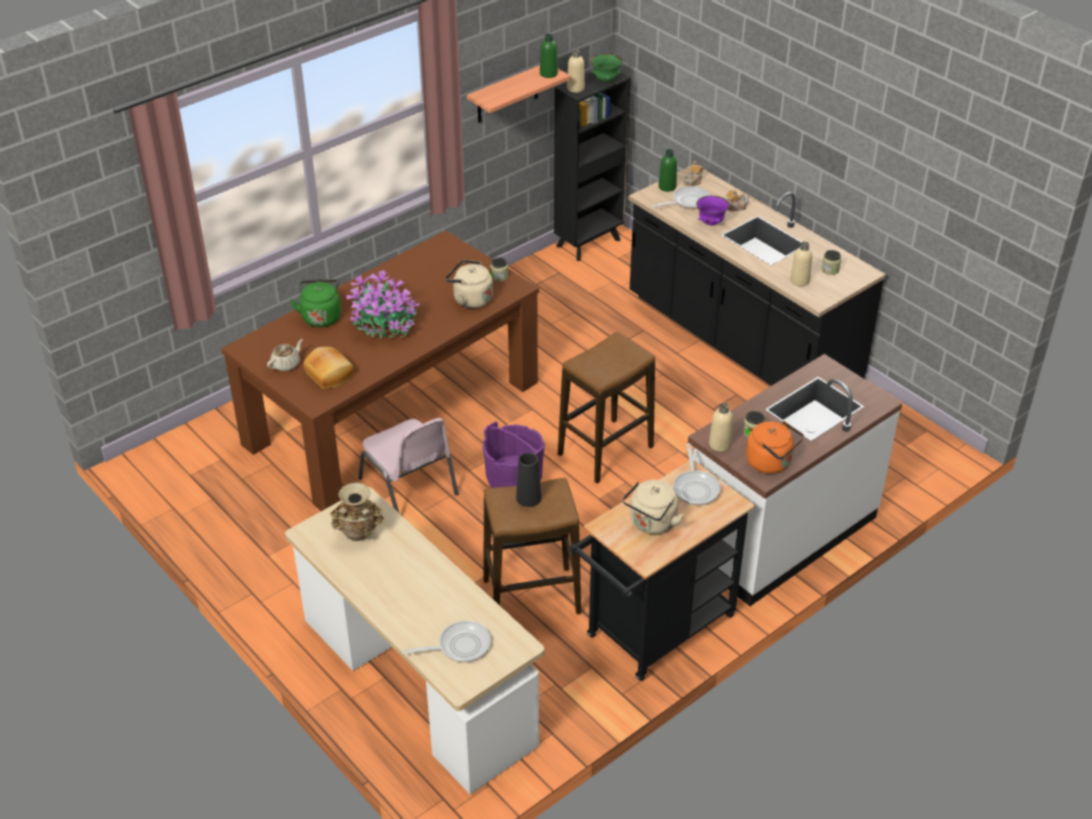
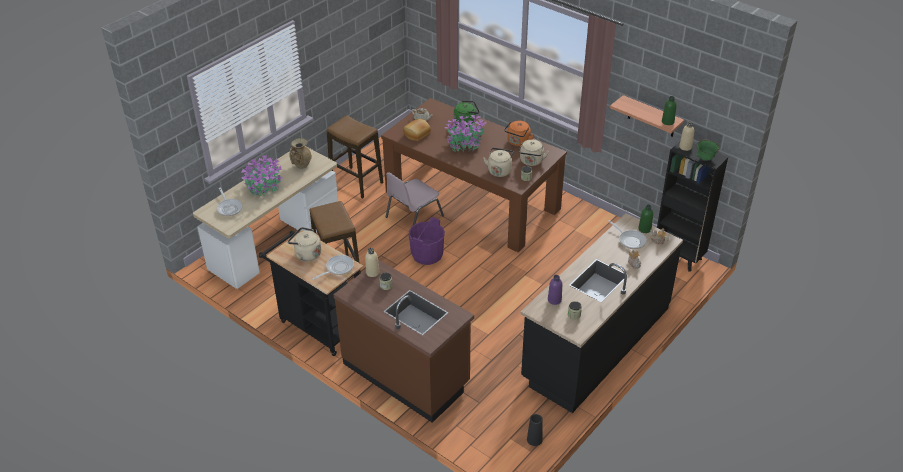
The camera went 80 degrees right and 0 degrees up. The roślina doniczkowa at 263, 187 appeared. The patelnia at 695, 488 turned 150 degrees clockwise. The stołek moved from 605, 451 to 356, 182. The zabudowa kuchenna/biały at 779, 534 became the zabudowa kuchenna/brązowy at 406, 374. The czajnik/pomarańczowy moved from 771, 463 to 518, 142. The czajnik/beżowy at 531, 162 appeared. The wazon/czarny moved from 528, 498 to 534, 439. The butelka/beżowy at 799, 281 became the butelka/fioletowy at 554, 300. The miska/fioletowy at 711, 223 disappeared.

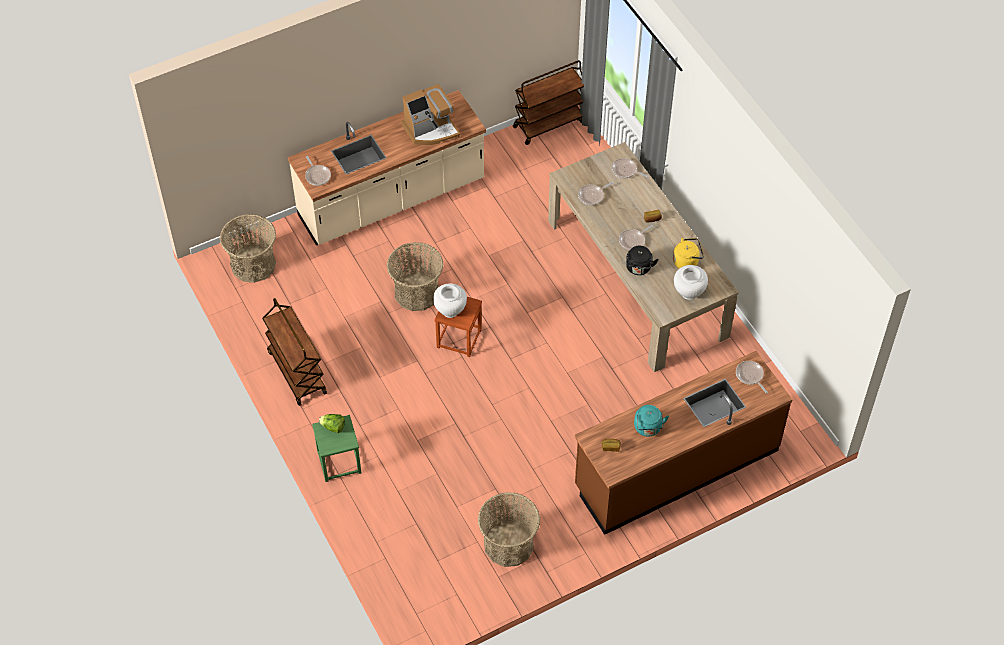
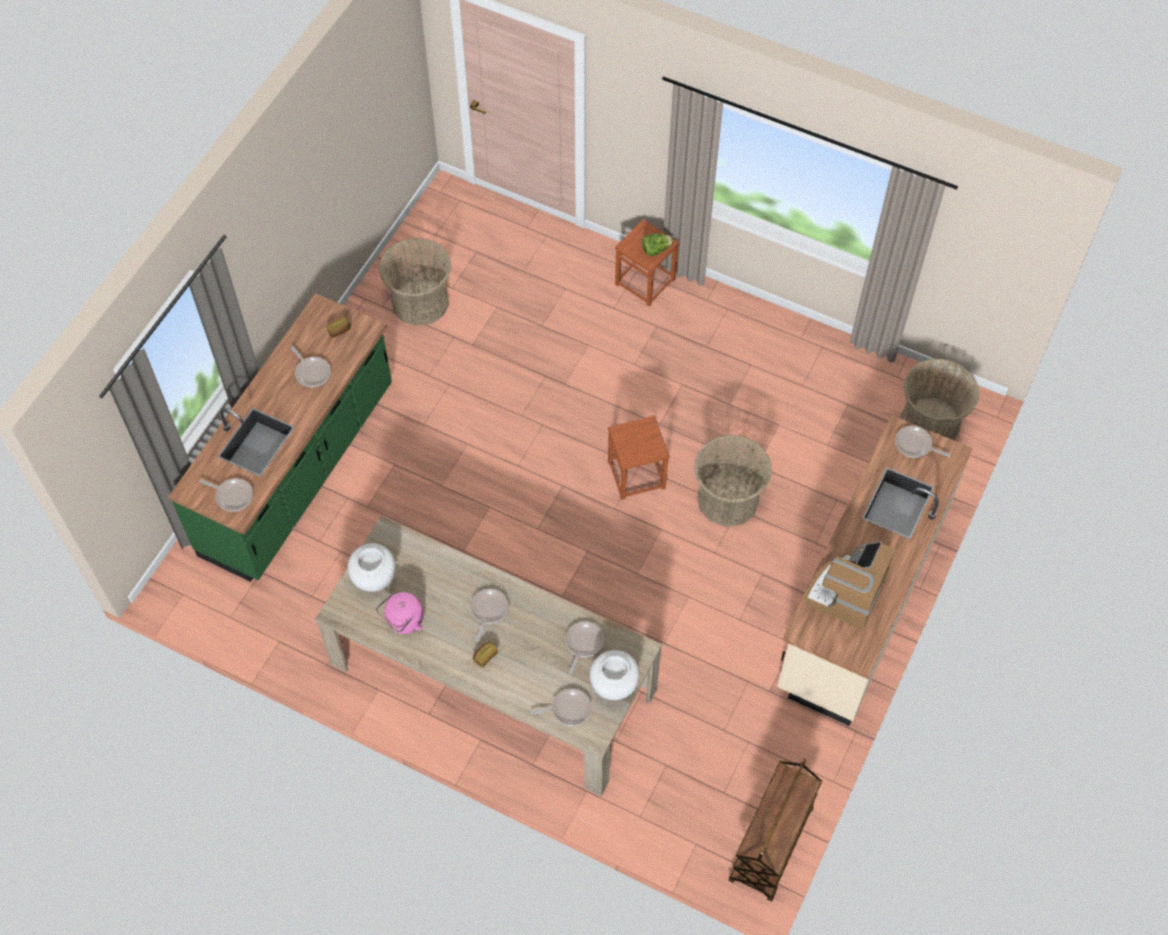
The camera went 145 degrees right and 5 degrees up. The zabudowa kuchenna/brązowy at 676, 468 became the zabudowa kuchenna/zielony at 299, 471. The czajnik/turkusowy at 648, 428 was replaced by the patelnia at 312, 372. The czajnik/żółty at 687, 261 became the czajnik/różowy at 403, 622. The wazon/biały moved from 450, 311 to 613, 686. The stołek/zielony at 338, 462 became the stołek/brązowy at 645, 281. The wózek/brązowy at 296, 372 disappeared. The czajnik/czarny at 638, 268 disappeared.

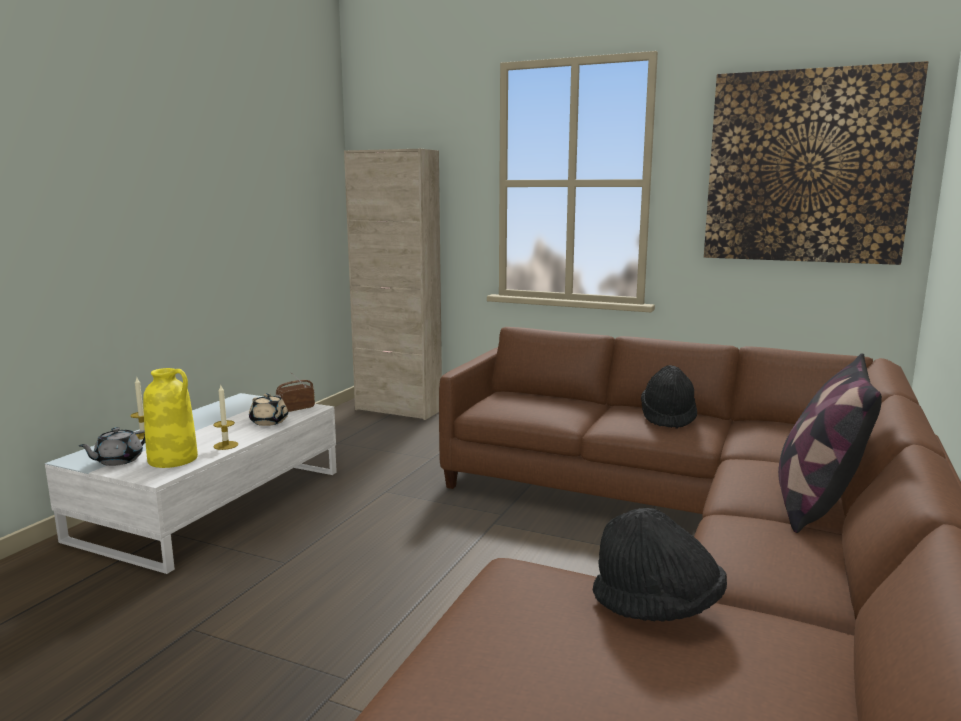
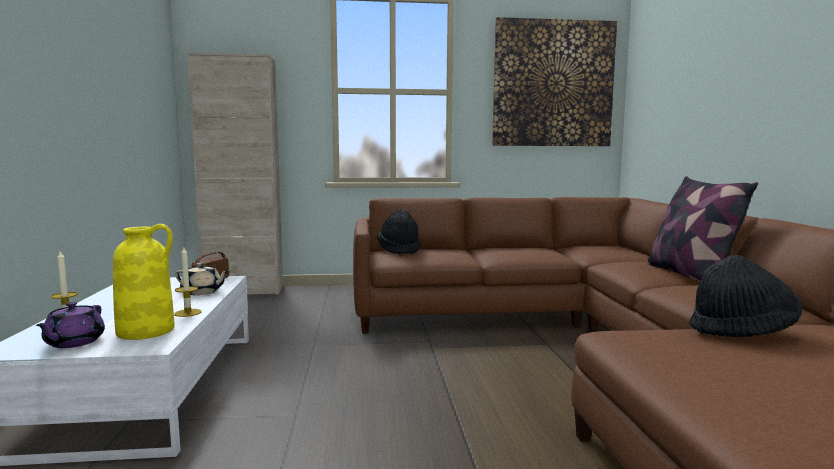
The camera went 30 degrees left and 5 degrees down. The imbryk/szary at 118, 461 became the imbryk/fioletowy at 73, 342. The kapelusz/czarny moved from 668, 418 to 399, 250.

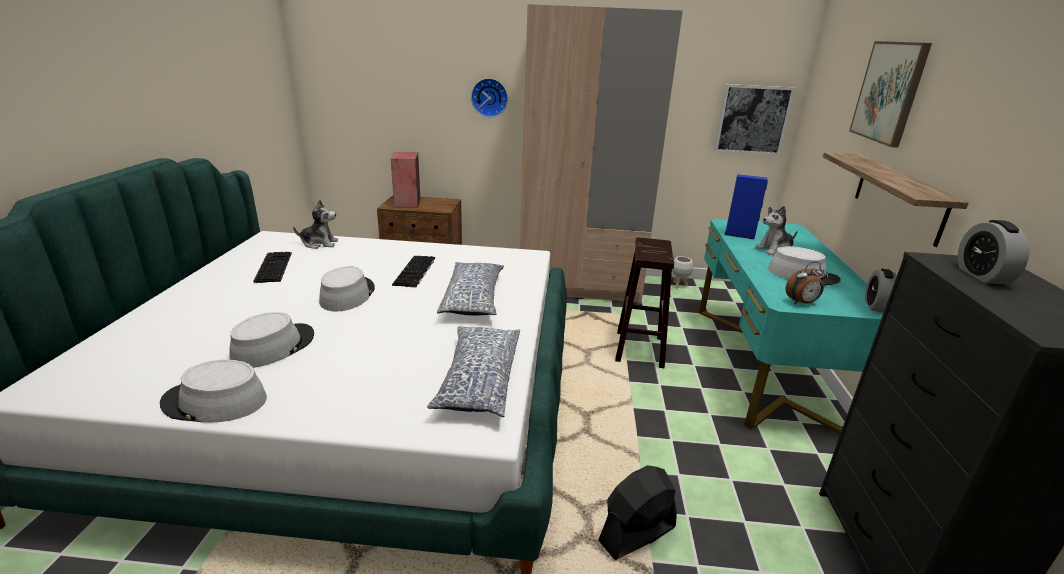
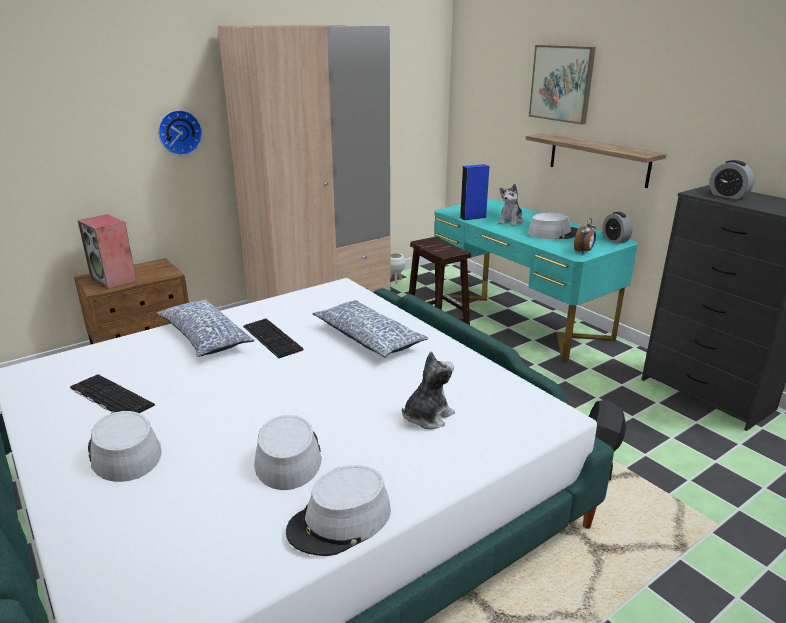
The camera went 40 degrees left and 0 degrees up. The kapelusz/szary moved from 347, 295 to 123, 452. The poduszka moved from 478, 380 to 204, 338. The pluszak moved from 319, 243 to 427, 417. The obraz at 752, 119 disappeared.

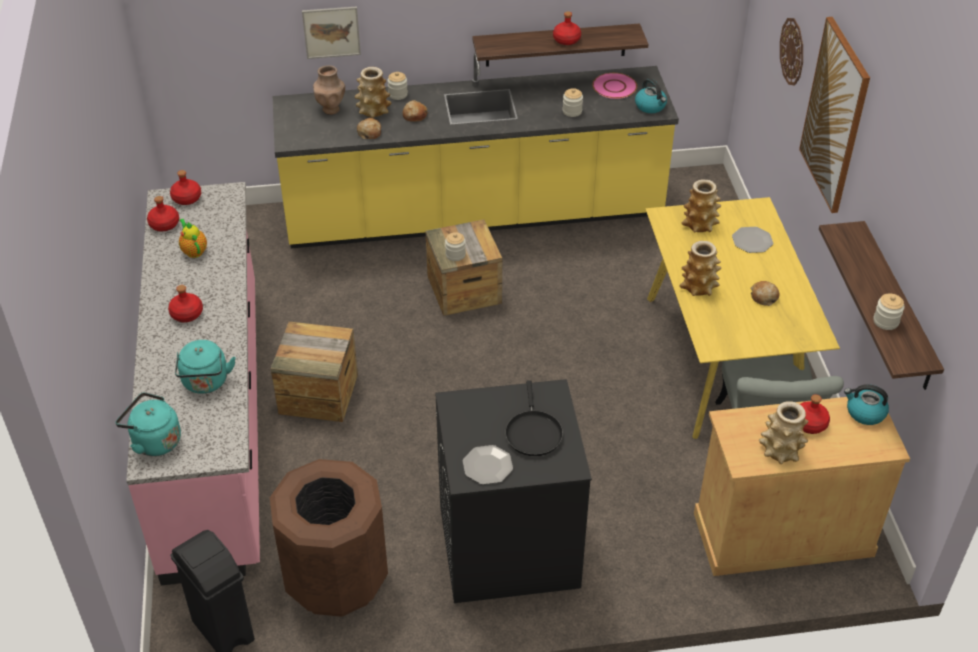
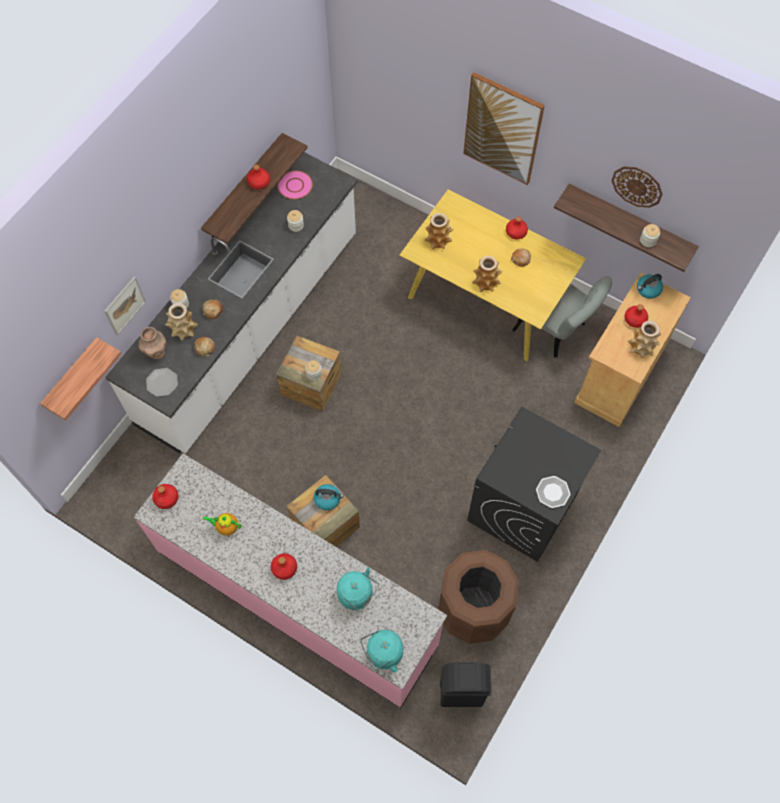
The camera went 50 degrees left and 20 degrees up. The półka at 73, 377 appeared. The zabudowa kuchenna/żółty at 474, 215 became the zabudowa kuchenna/biały at 251, 329. The talerz moved from 752, 241 to 162, 382. The czajnik moved from 651, 106 to 328, 499. The butelka/czerwony moved from 164, 224 to 516, 232. The zegar ścienny moved from 792, 51 to 637, 186. The patelnia/czarny at 533, 432 disappeared.

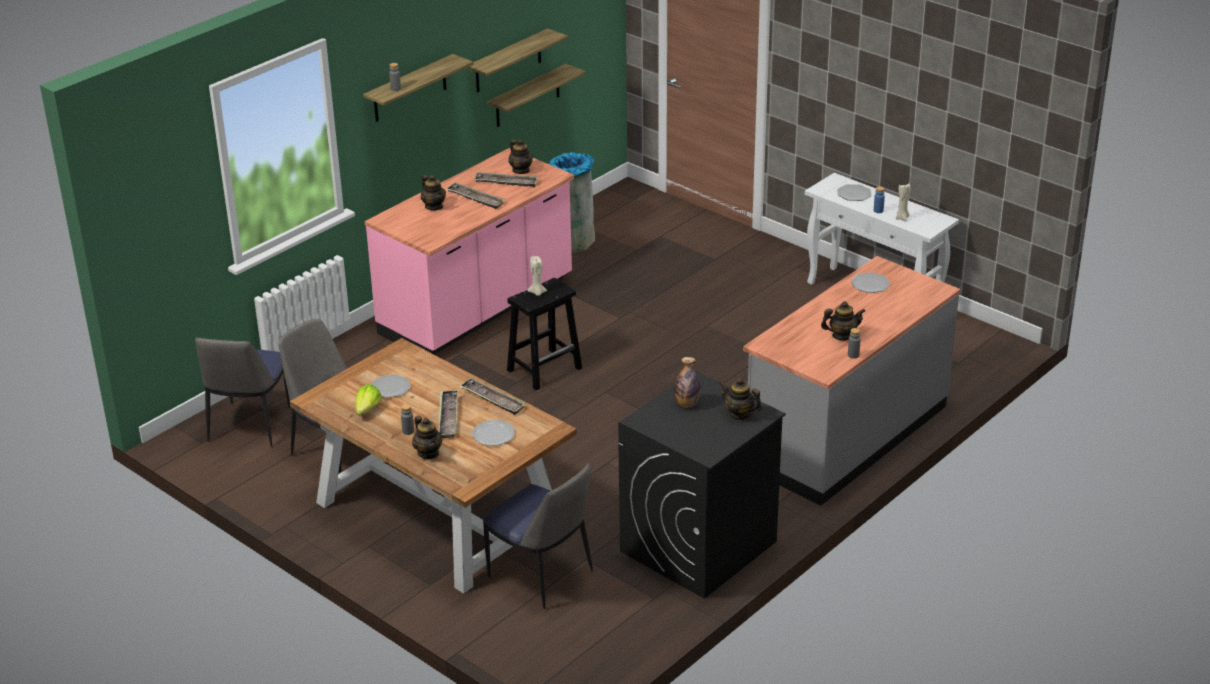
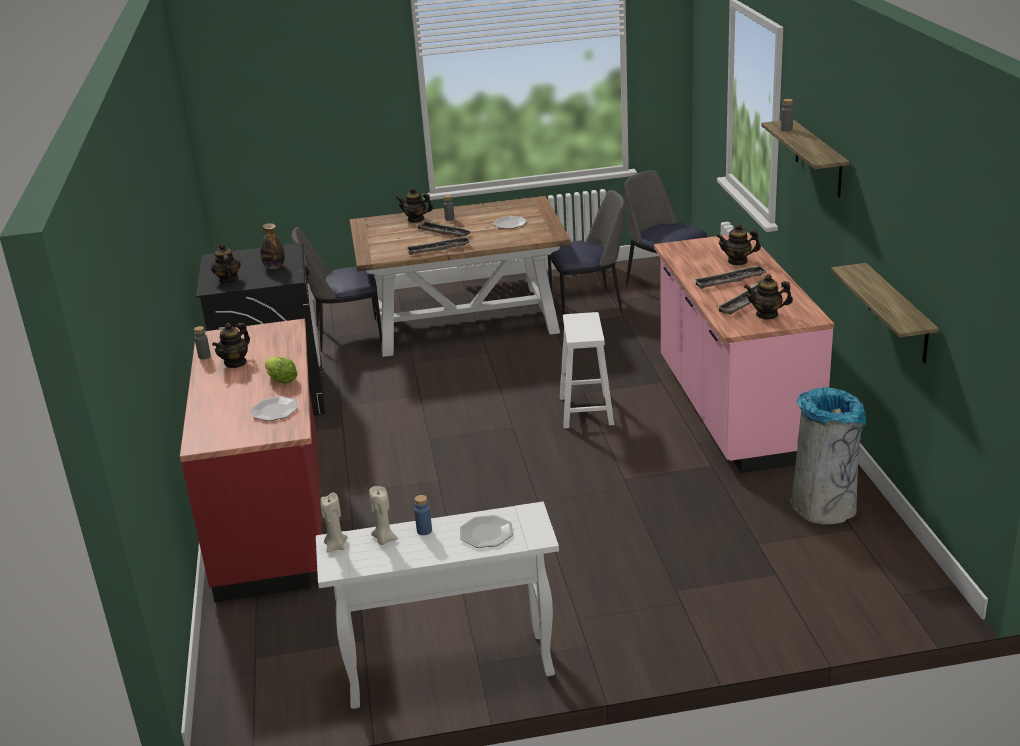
The camera went 130 degrees right and 5 degrees down. The zabudowa kuchenna/szary at 845, 435 became the zabudowa kuchenna/czerwony at 274, 519. The imbryk at 739, 414 turned 90 degrees counterclockwise. The sałata moved from 368, 409 to 280, 379. The świeca/beżowy moved from 537, 293 to 336, 546. The stołek/czarny at 545, 369 became the stołek/biały at 586, 411. The półka at 508, 61 disappeared. The talerz at 493, 434 disappeared.

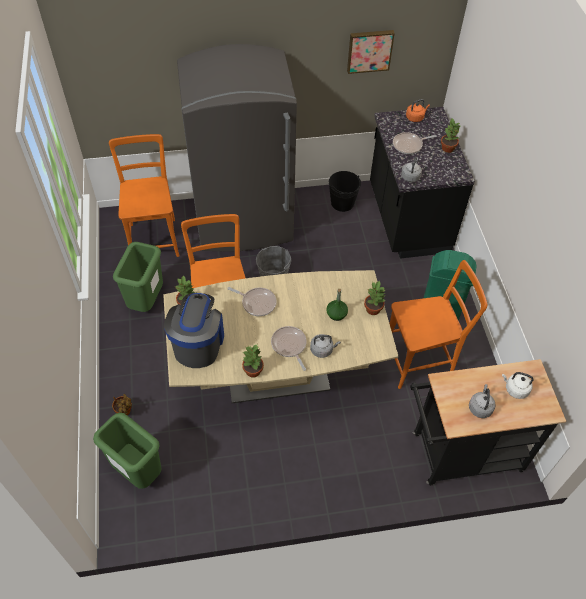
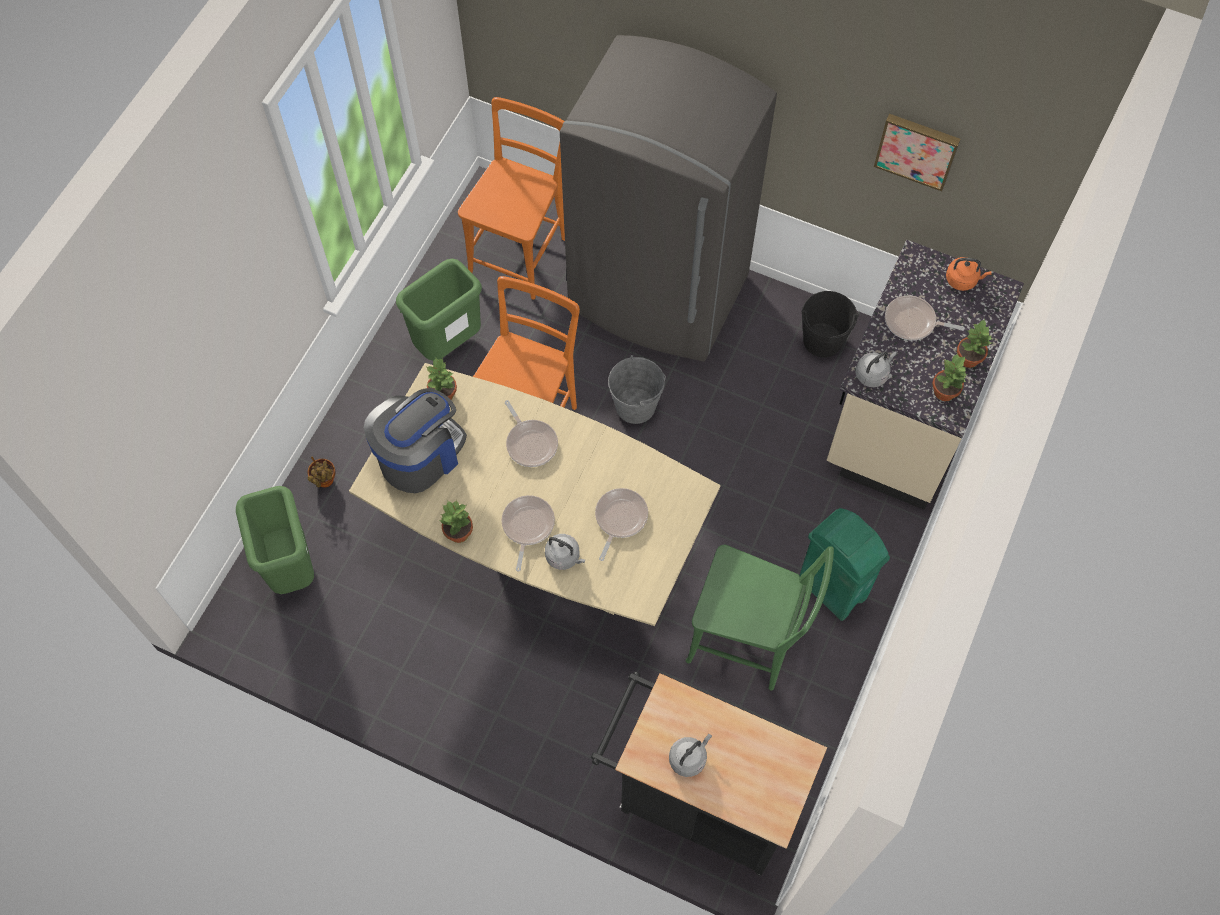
The camera went 35 degrees right and 10 degrees up. The butelka/zielony at 336, 314 was replaced by the patelnia at 619, 519. The krzesło/pomarańczowy at 421, 360 became the krzesło/zielony at 748, 642. The zabudowa kuchenna/czarny at 407, 219 became the zabudowa kuchenna/beżowy at 900, 419. The roślina doniczkowa moved from 373, 309 to 945, 392. The czajnik/biały at 515, 389 disappeared.

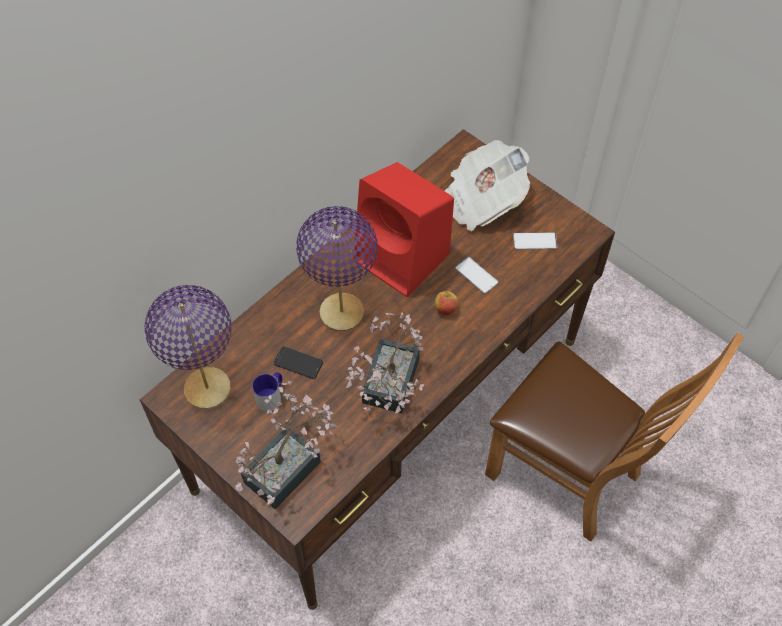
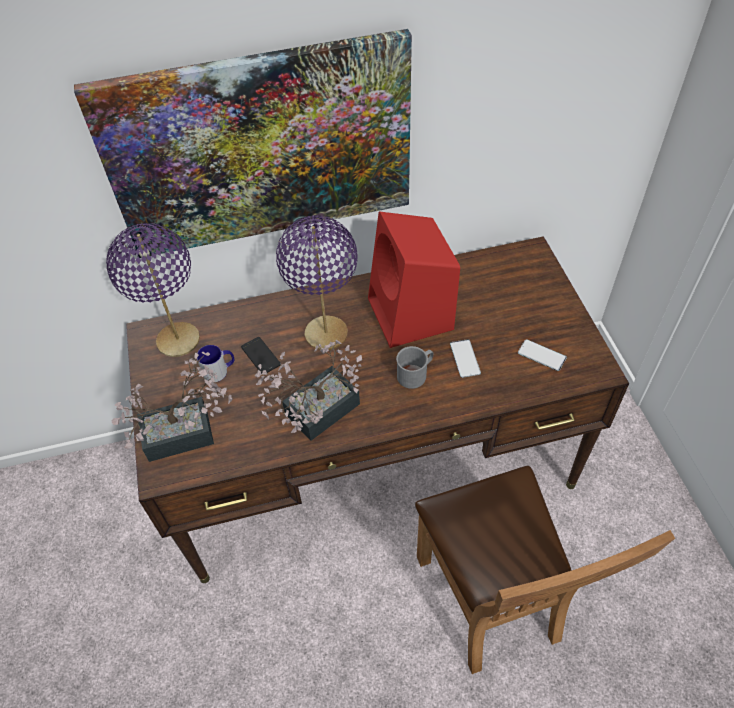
The camera went 35 degrees right and 5 degrees down. The obraz at 262, 148 appeared. The jabłko at 445, 309 was replaced by the kubek/szary at 415, 374. The gazeta at 480, 200 disappeared.

